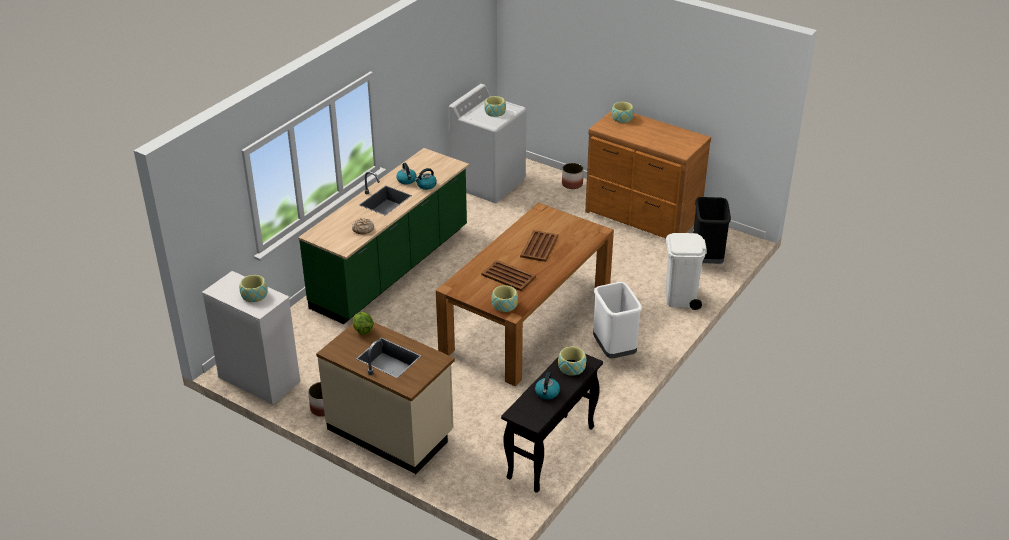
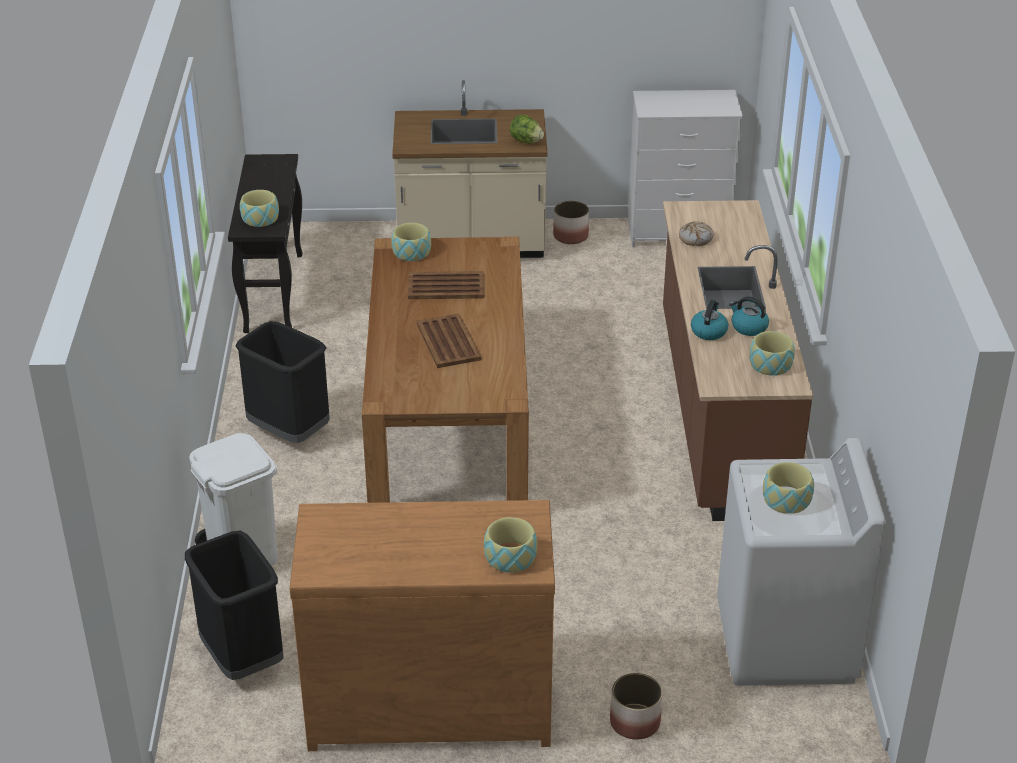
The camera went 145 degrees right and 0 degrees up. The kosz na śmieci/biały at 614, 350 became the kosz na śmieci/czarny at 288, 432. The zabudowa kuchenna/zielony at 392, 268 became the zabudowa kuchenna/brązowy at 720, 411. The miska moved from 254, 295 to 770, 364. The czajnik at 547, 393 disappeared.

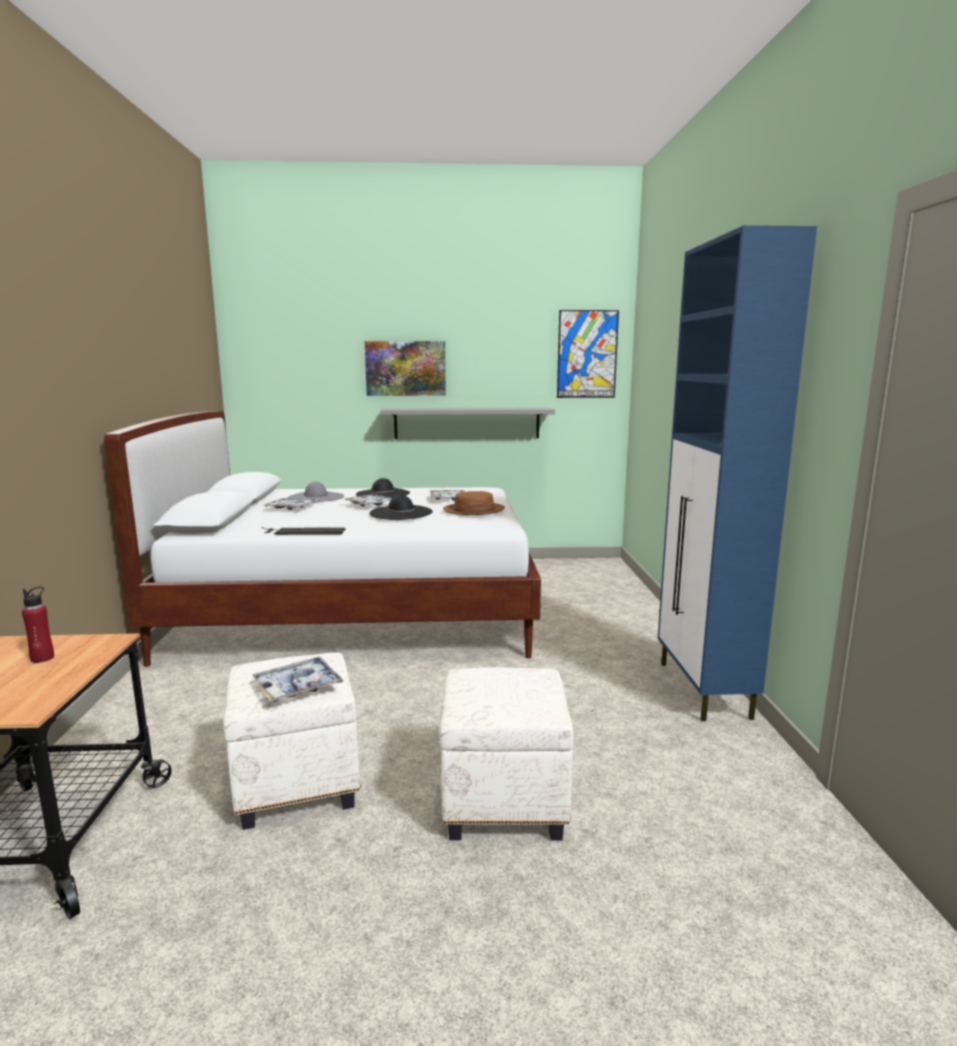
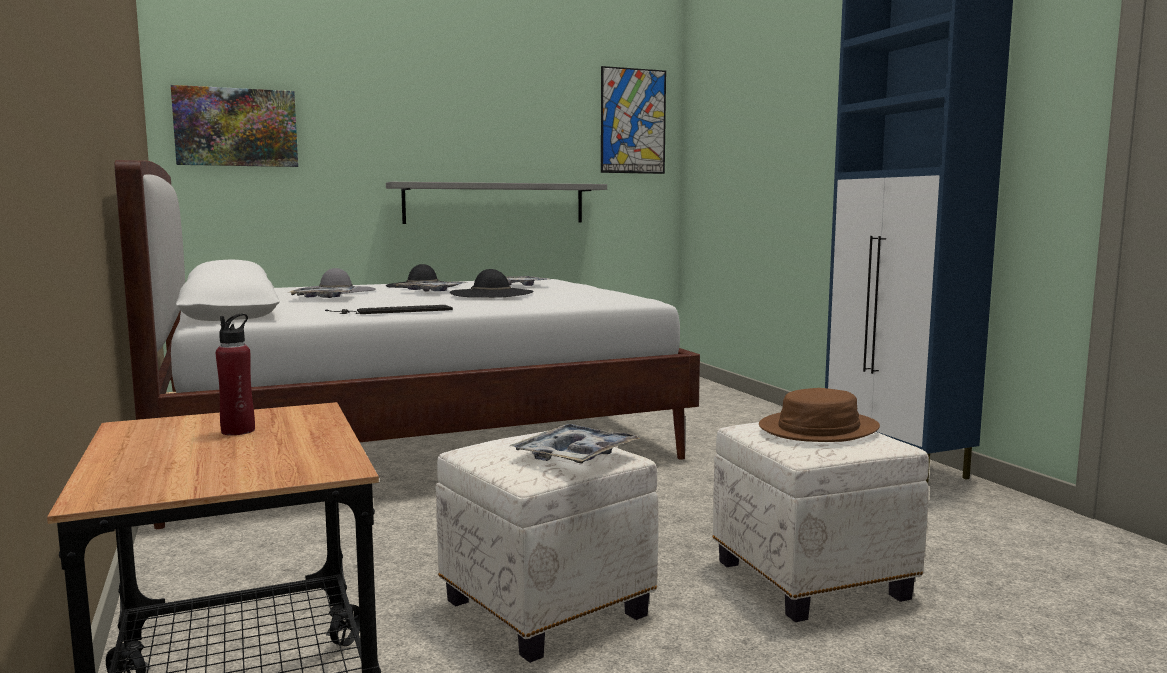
The camera went 20 degrees left and 5 degrees down. The obraz moved from 405, 368 to 236, 127. The kapelusz/brązowy moved from 474, 510 to 819, 429.

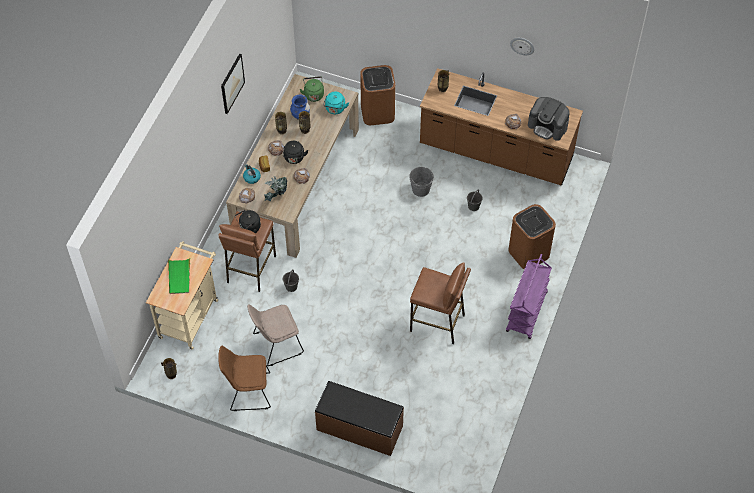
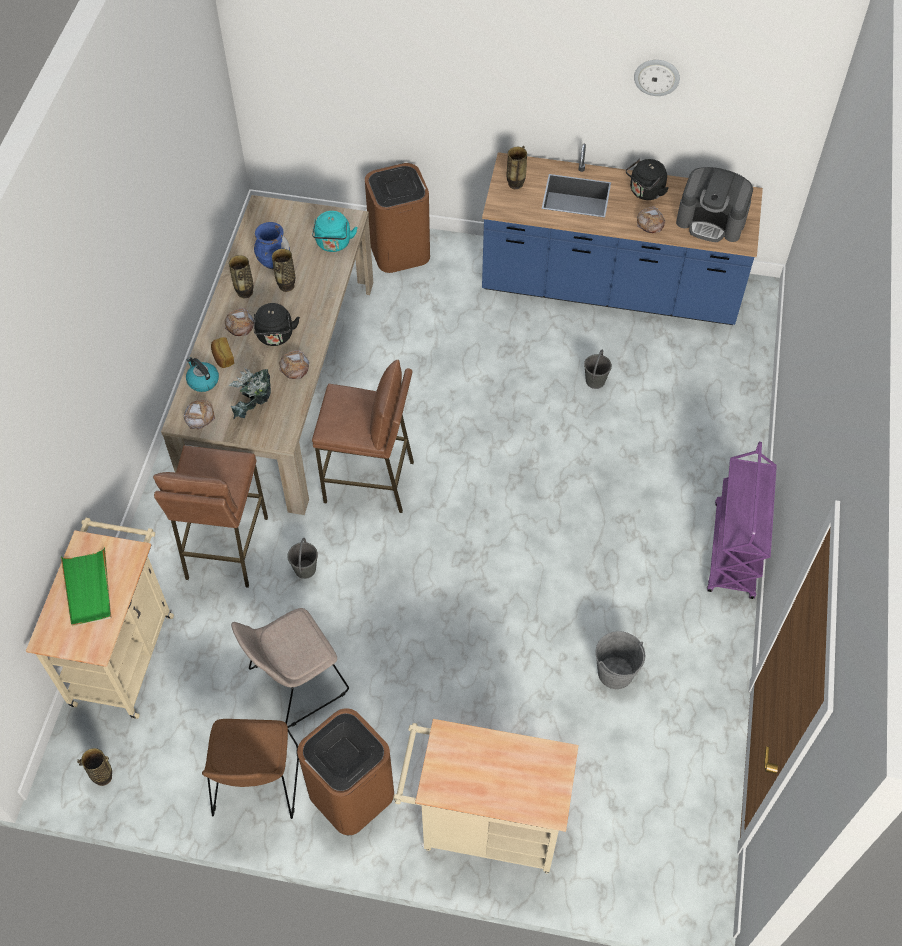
The camera went 10 degrees left and 0 degrees up. The krzesło/brązowy at 248, 391 turned 75 degrees counterclockwise. The kosz na śmieci/brązowy moved from 528, 253 to 351, 794. The stołek/brązowy moved from 437, 323 to 369, 482. The ławka/brązowy at 359, 428 was replaced by the wózek/beżowy at 483, 825. The zabudowa kuchenna/brązowy at 496, 152 became the zabudowa kuchenna/niebieski at 610, 287. The wiadro/szary moved from 420, 189 to 615, 673. The czajnik/czarny moved from 249, 228 to 645, 192. The obraz at 232, 83 disappeared. The czajnik/zielony at 313, 94 disappeared.

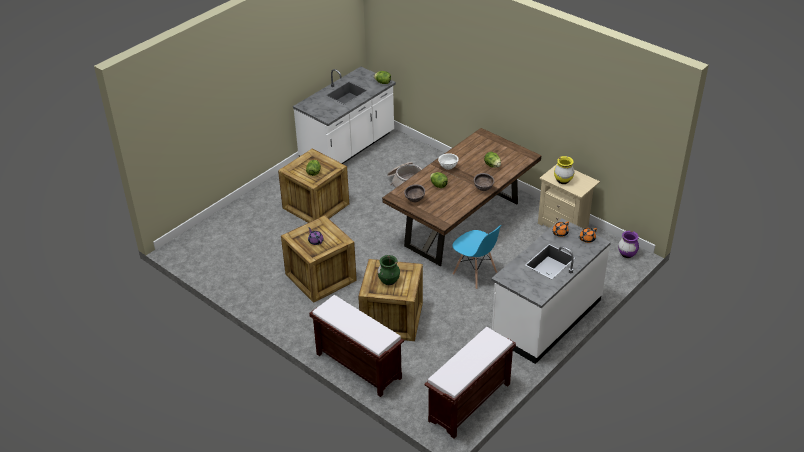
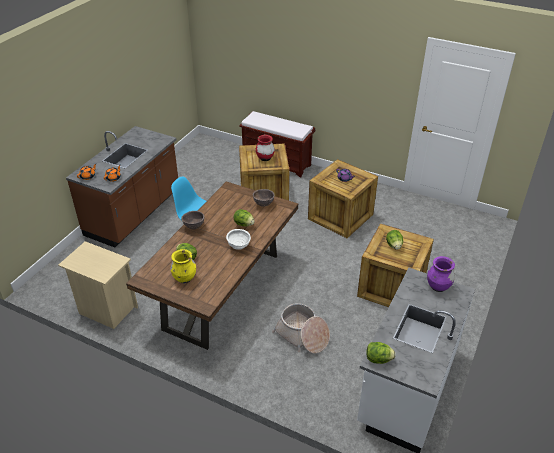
The camera went 165 degrees right and 0 degrees up. The zabudowa kuchenna/biały at 545, 318 became the zabudowa kuchenna/brązowy at 134, 213. The wazon/żółty moved from 563, 181 to 184, 278. The wazon/zielony at 389, 281 became the wazon/czerwony at 265, 158. The wazon/fioletowy moved from 627, 254 to 438, 287. The ławka/brązowy at 469, 403 disappeared.

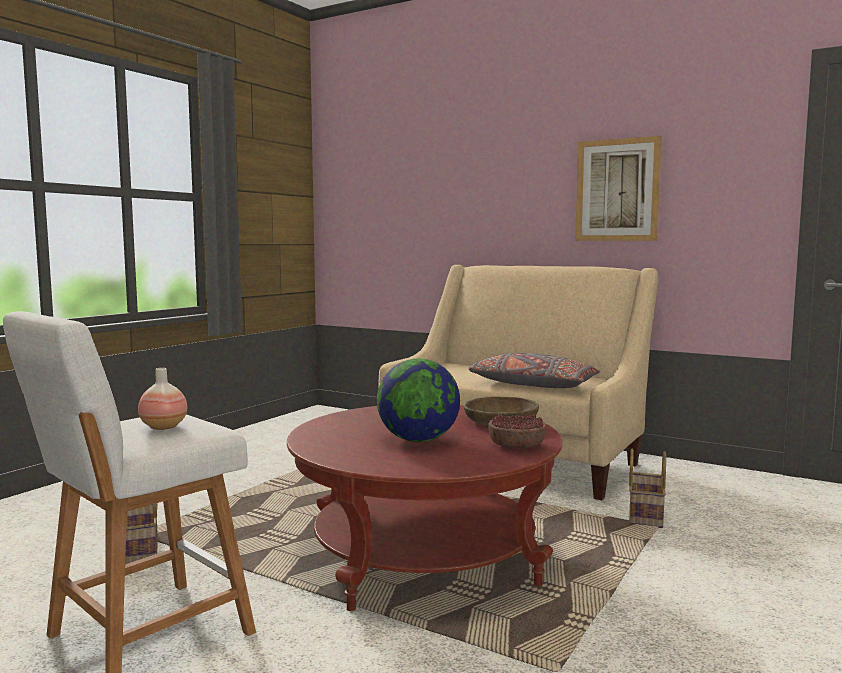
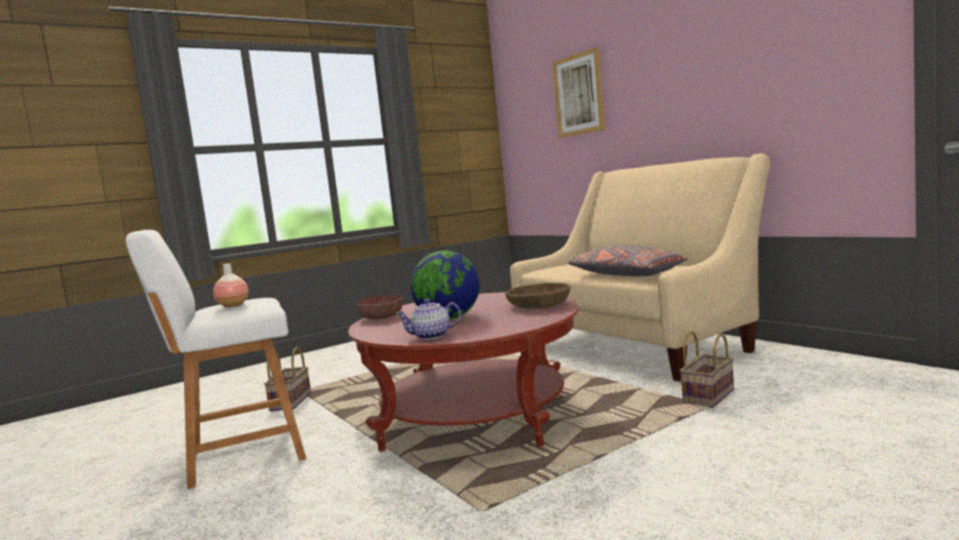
The camera went 25 degrees right and 0 degrees up. The miska moved from 517, 445 to 381, 317. The imbryk at 431, 336 appeared. The obraz moved from 617, 190 to 578, 94.

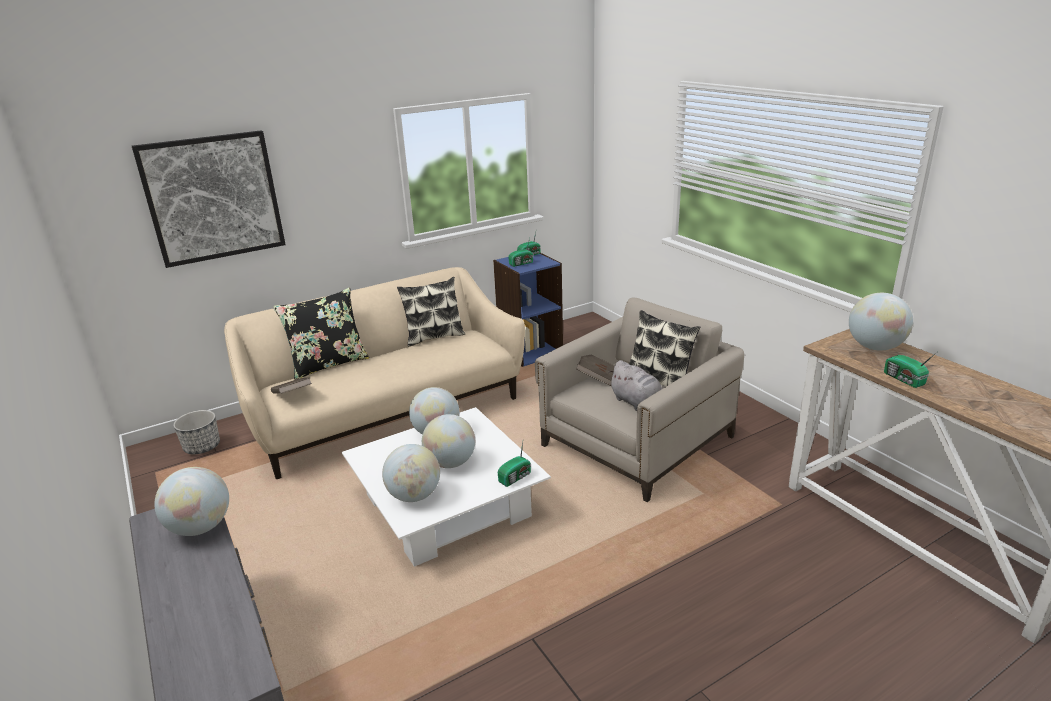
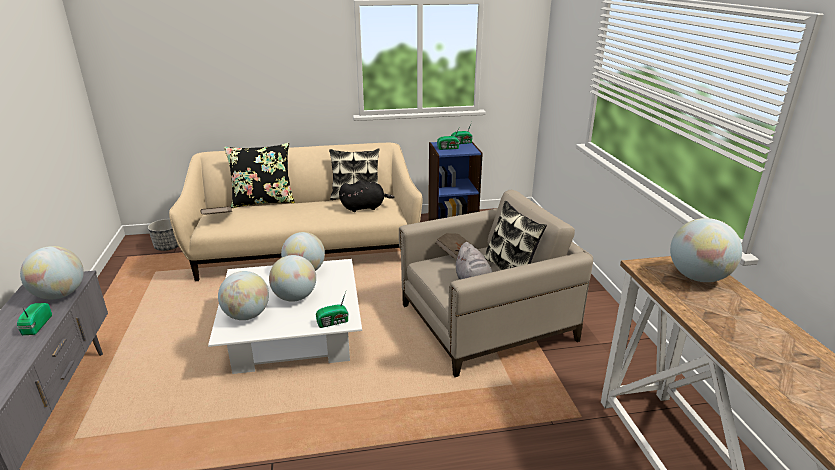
The camera went 20 degrees right and 0 degrees up. The radio moved from 904, 379 to 35, 326. The pluszak/czarny at 364, 207 appeared. The obraz at 213, 198 disappeared.

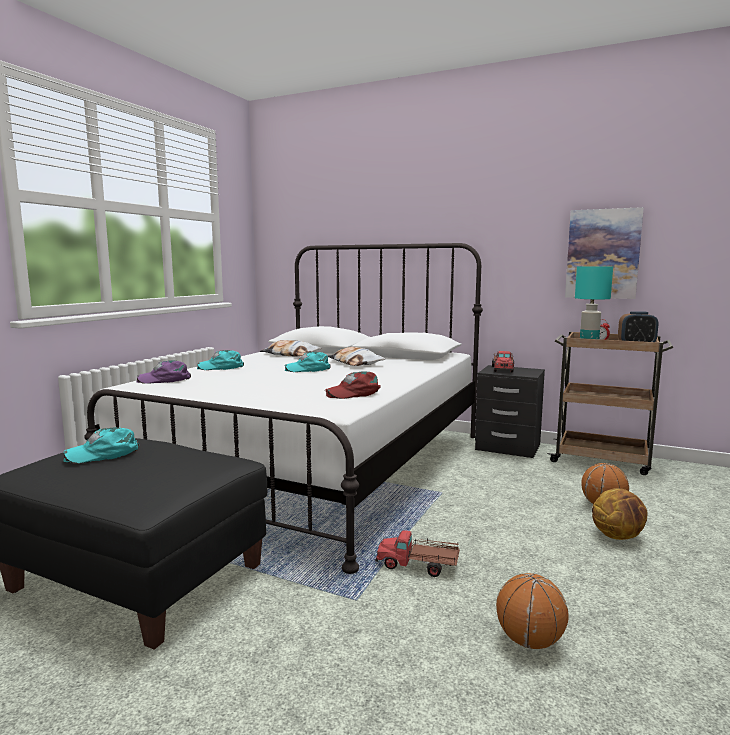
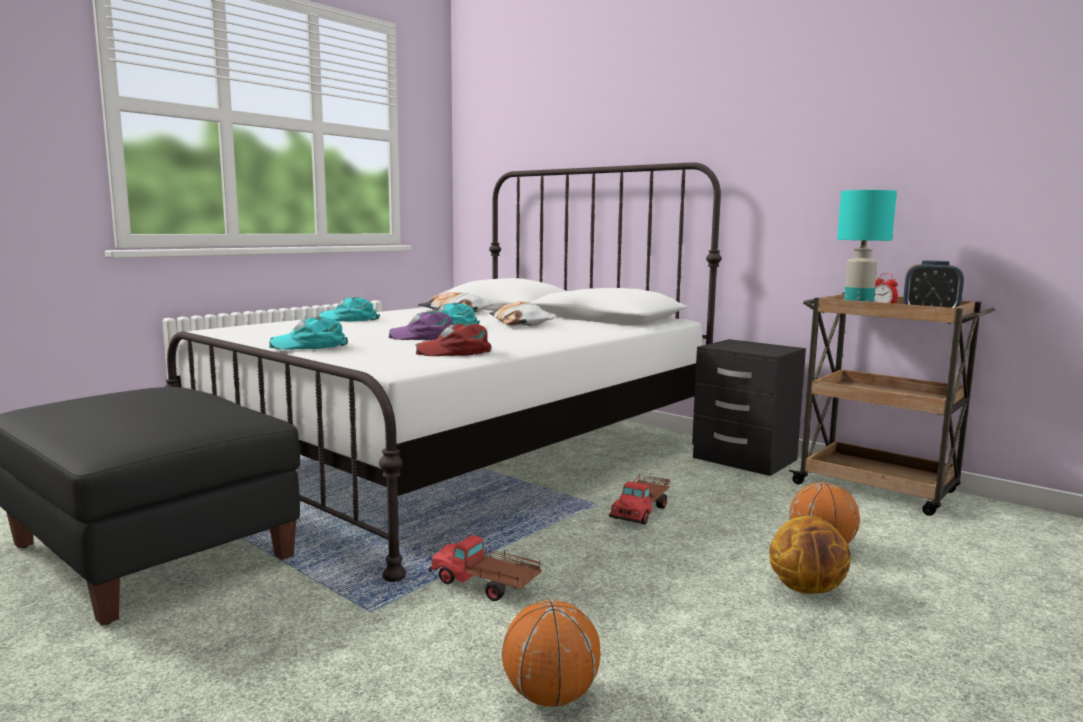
The camera went 15 degrees right and 0 degrees up. The czapka z daszkiem/turkusowy moved from 104, 453 to 310, 345. The czapka z daszkiem/fioletowy moved from 165, 379 to 424, 337. The ciężarówka zabawkowa moved from 503, 369 to 641, 511. The obraz at 602, 254 disappeared.

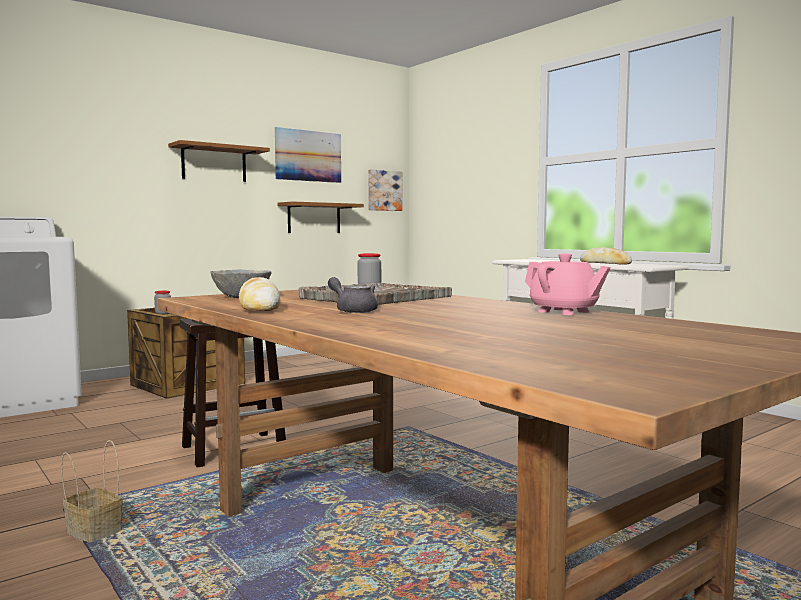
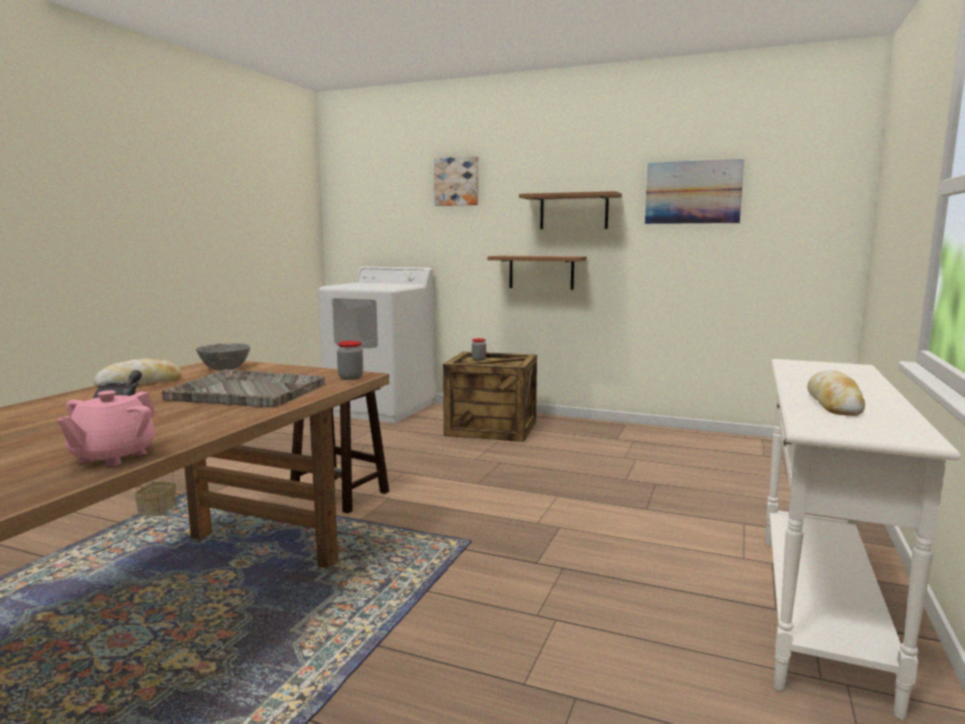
The camera went 60 degrees right and 5 degrees up. The obraz moved from 384, 190 to 457, 181. The półka/brązowy moved from 314, 218 to 541, 272.

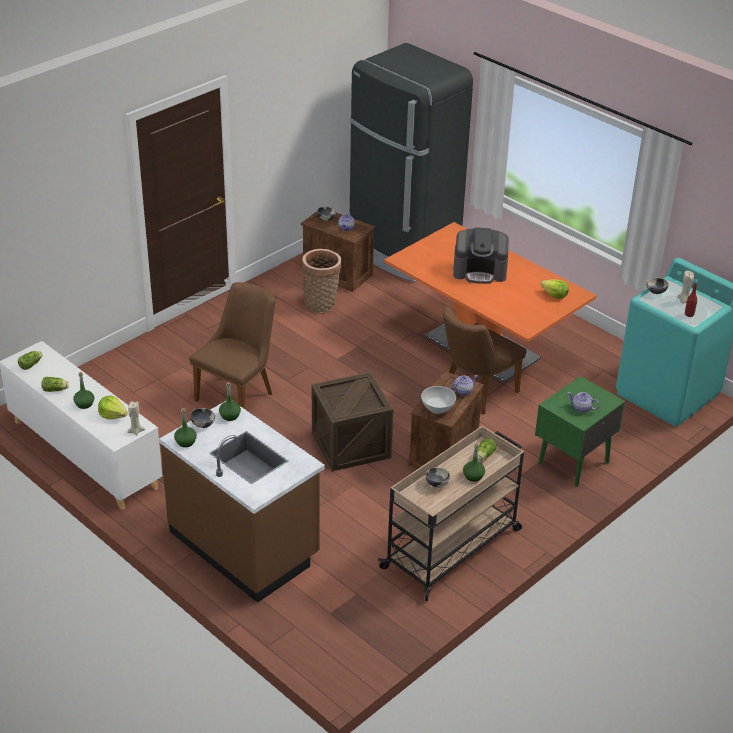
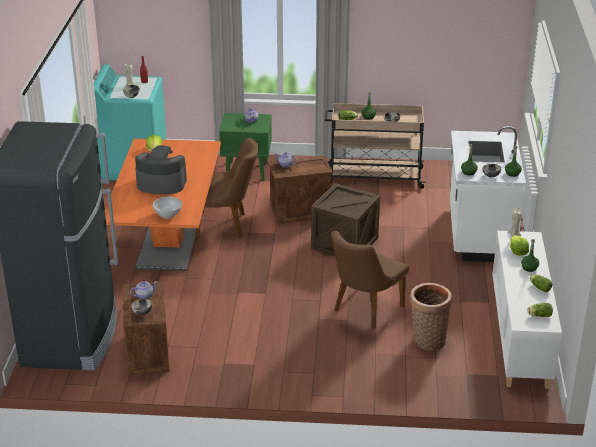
The camera went 130 degrees left and 5 degrees down. The ekspres do kawy at 480, 271 turned 45 degrees counterclockwise. The miska/biały moved from 437, 409 to 168, 215. The krzesło/brązowy at 239, 394 turned 45 degrees counterclockwise. The koszyk moved from 321, 304 to 427, 340. The zabudowa kuchenna/brązowy at 245, 544 became the zabudowa kuchenna/biały at 479, 234.

